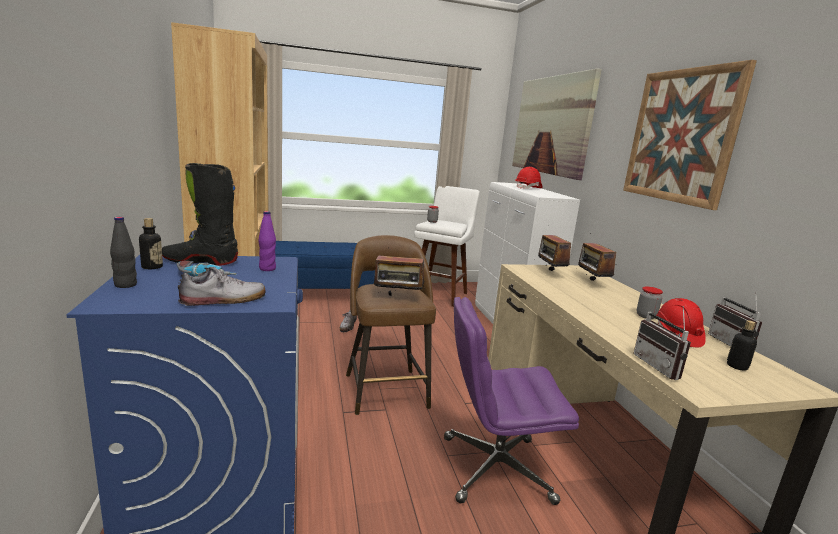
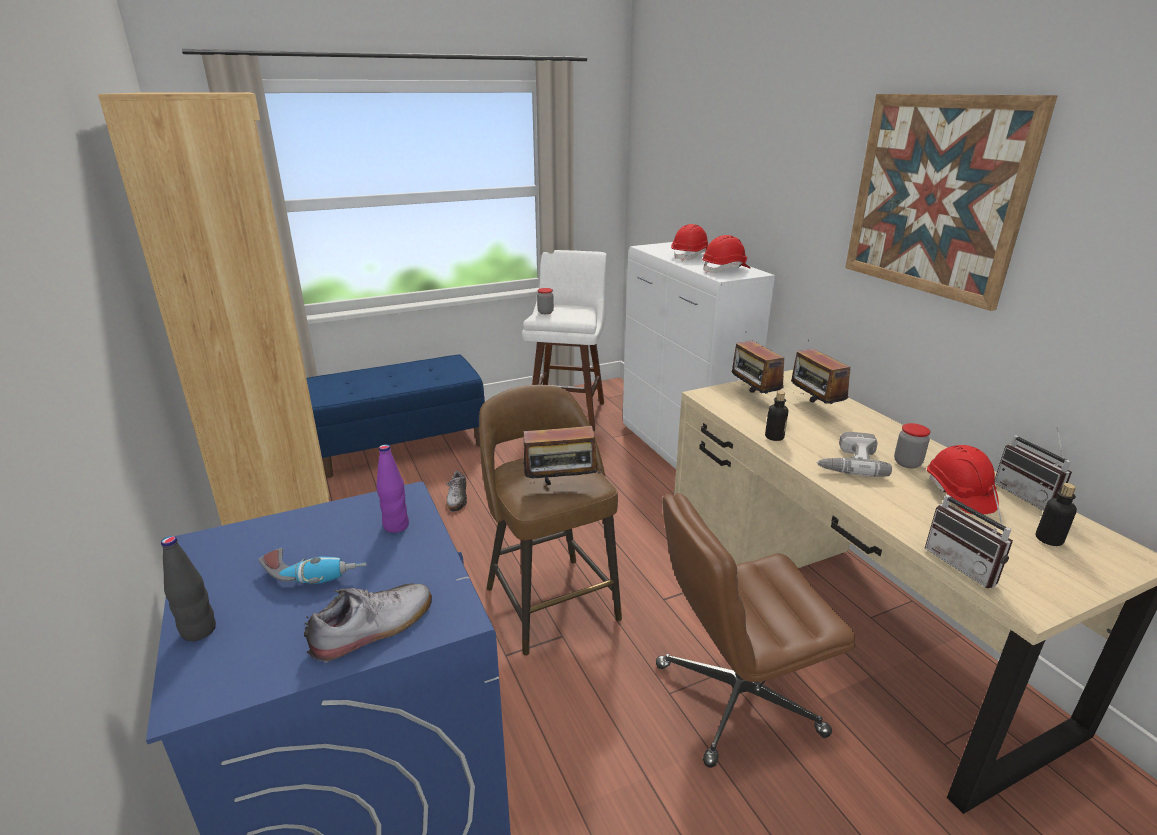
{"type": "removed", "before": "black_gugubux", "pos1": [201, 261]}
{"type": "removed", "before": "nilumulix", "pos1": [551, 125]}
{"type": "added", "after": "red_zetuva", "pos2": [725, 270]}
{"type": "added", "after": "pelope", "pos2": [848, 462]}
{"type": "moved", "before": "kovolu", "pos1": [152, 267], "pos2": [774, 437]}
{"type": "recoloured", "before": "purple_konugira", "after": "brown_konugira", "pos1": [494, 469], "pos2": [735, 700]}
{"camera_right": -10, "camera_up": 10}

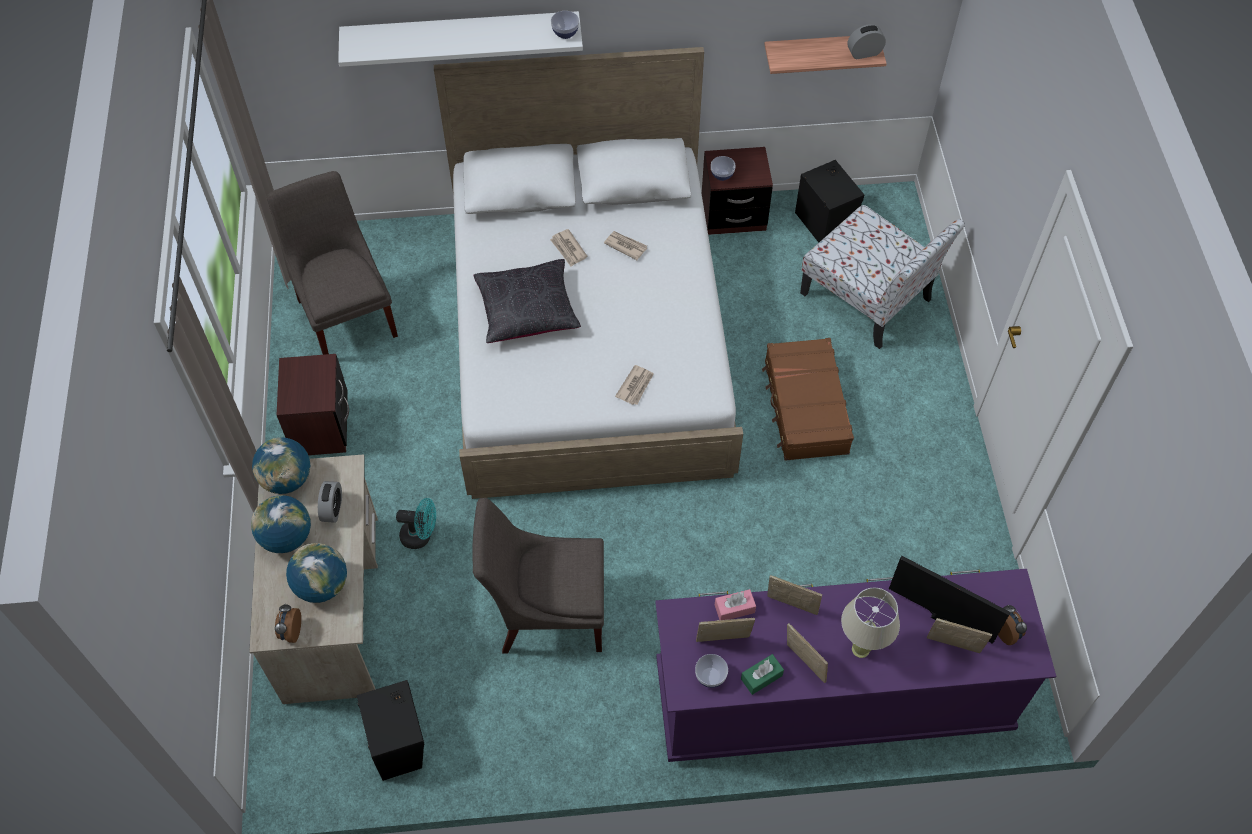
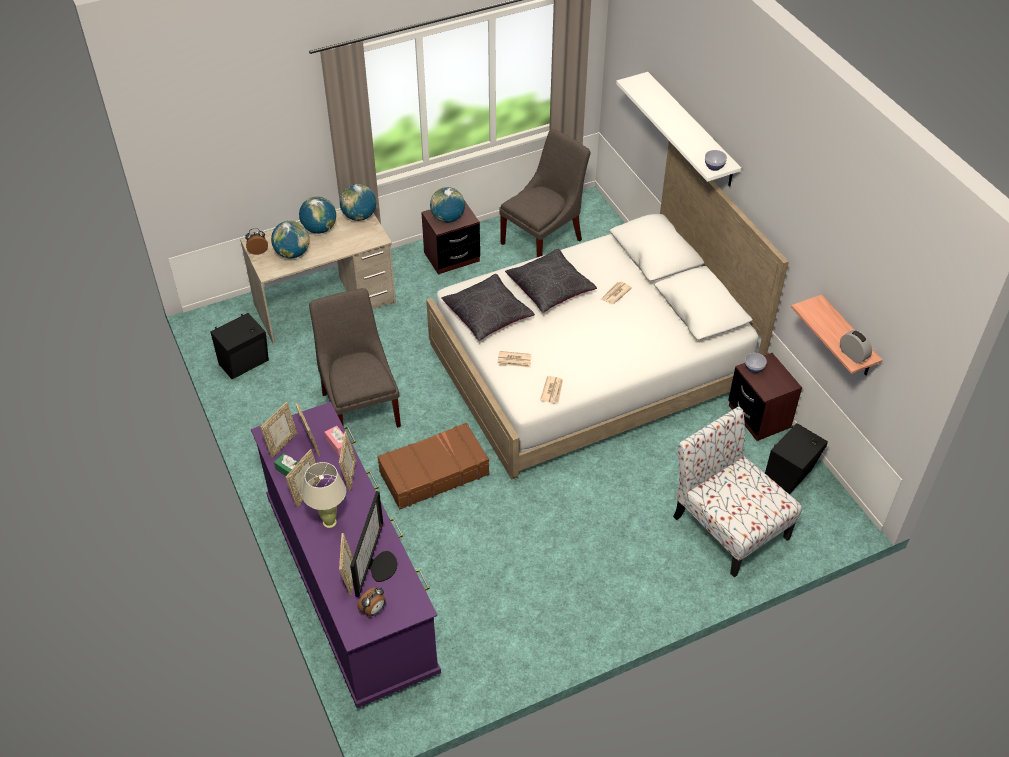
{"type": "removed", "before": "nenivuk", "pos1": [332, 509]}
{"type": "removed", "before": "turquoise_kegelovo", "pos1": [421, 536]}
{"type": "added", "after": "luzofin", "pos2": [448, 218]}
{"type": "added", "after": "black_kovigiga", "pos2": [487, 315]}
{"type": "moved", "before": "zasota", "pos1": [625, 246], "pos2": [552, 390]}
{"type": "moved", "before": "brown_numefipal", "pos1": [805, 407], "pos2": [433, 473]}
{"type": "replaced", "before": "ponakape", "after": "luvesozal", "pos1": [710, 676], "pos2": [282, 444]}
{"type": "turned", "before": "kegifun", "pos1": [868, 298], "pos2": [728, 525], "turn": 120}
{"camera_right": 70, "camera_up": -10}

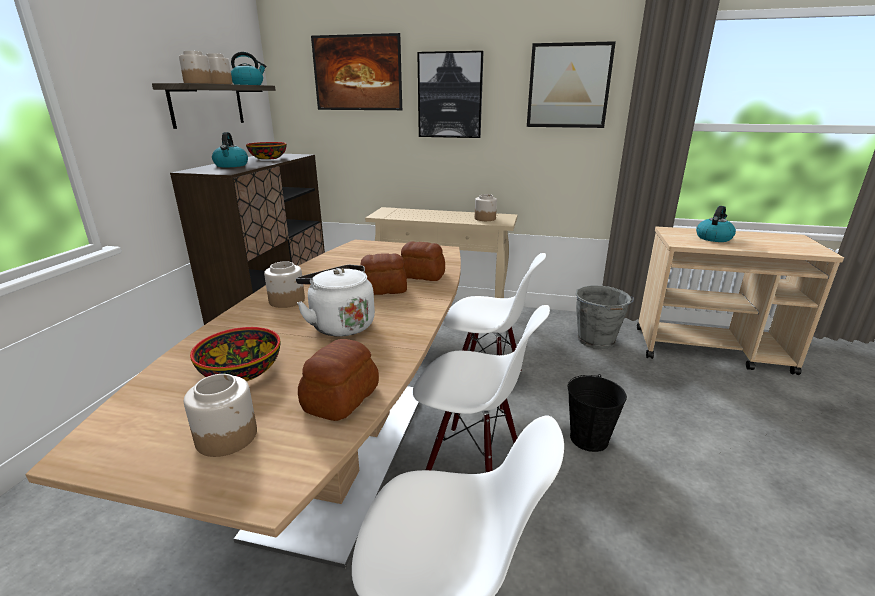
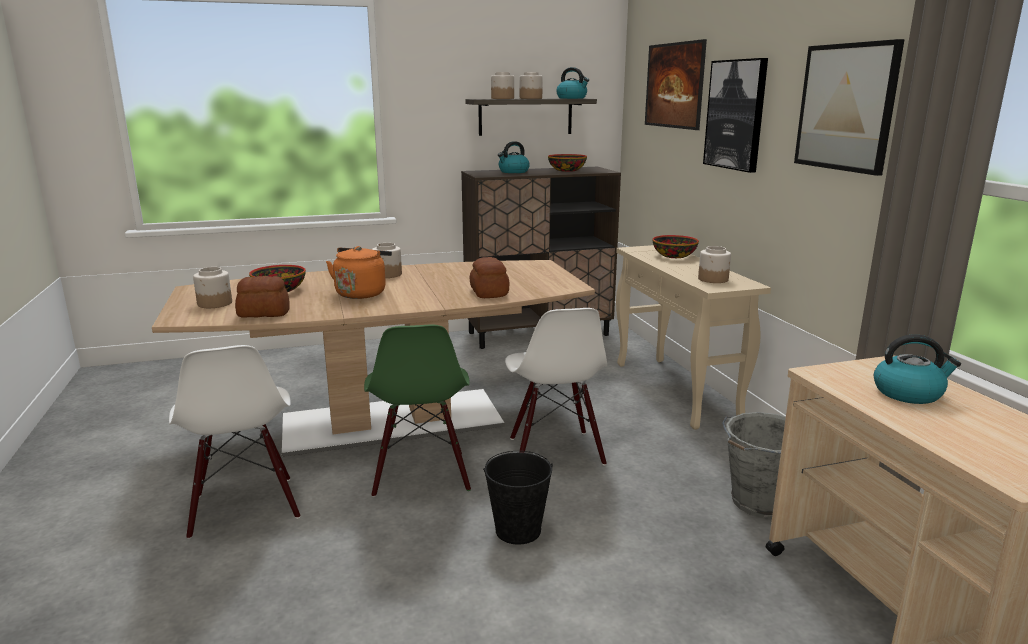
{"type": "removed", "before": "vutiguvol", "pos1": [383, 289]}
{"type": "added", "after": "ponakape", "pos2": [674, 256]}
{"type": "recoloured", "before": "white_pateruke", "after": "orange_pateruke", "pos1": [340, 325], "pos2": [362, 293]}
{"type": "recoloured", "before": "white_kegifun", "after": "green_kegifun", "pos1": [472, 464], "pos2": [421, 475]}
{"camera_right": 60, "camera_up": -5}

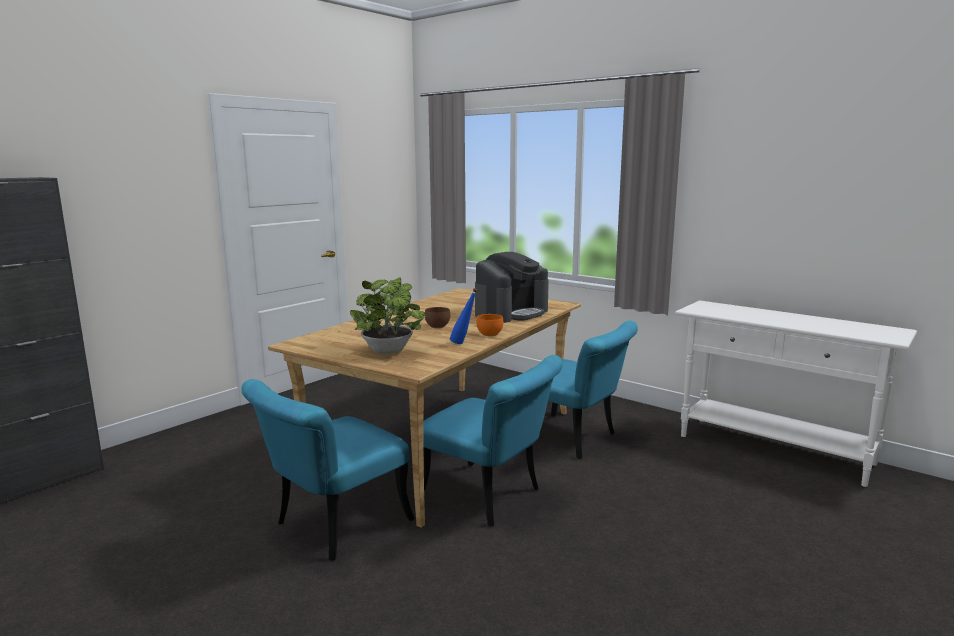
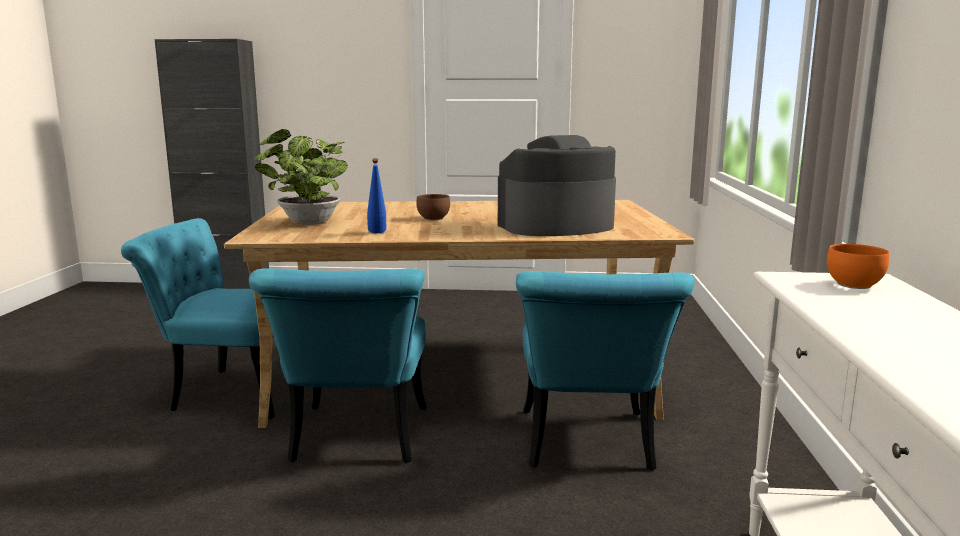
{"type": "moved", "before": "orange_ponakape", "pos1": [488, 334], "pos2": [851, 284]}
{"type": "turned", "before": "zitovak", "pos1": [511, 313], "pos2": [555, 226], "turn": 150}
{"camera_right": 55, "camera_up": 0}

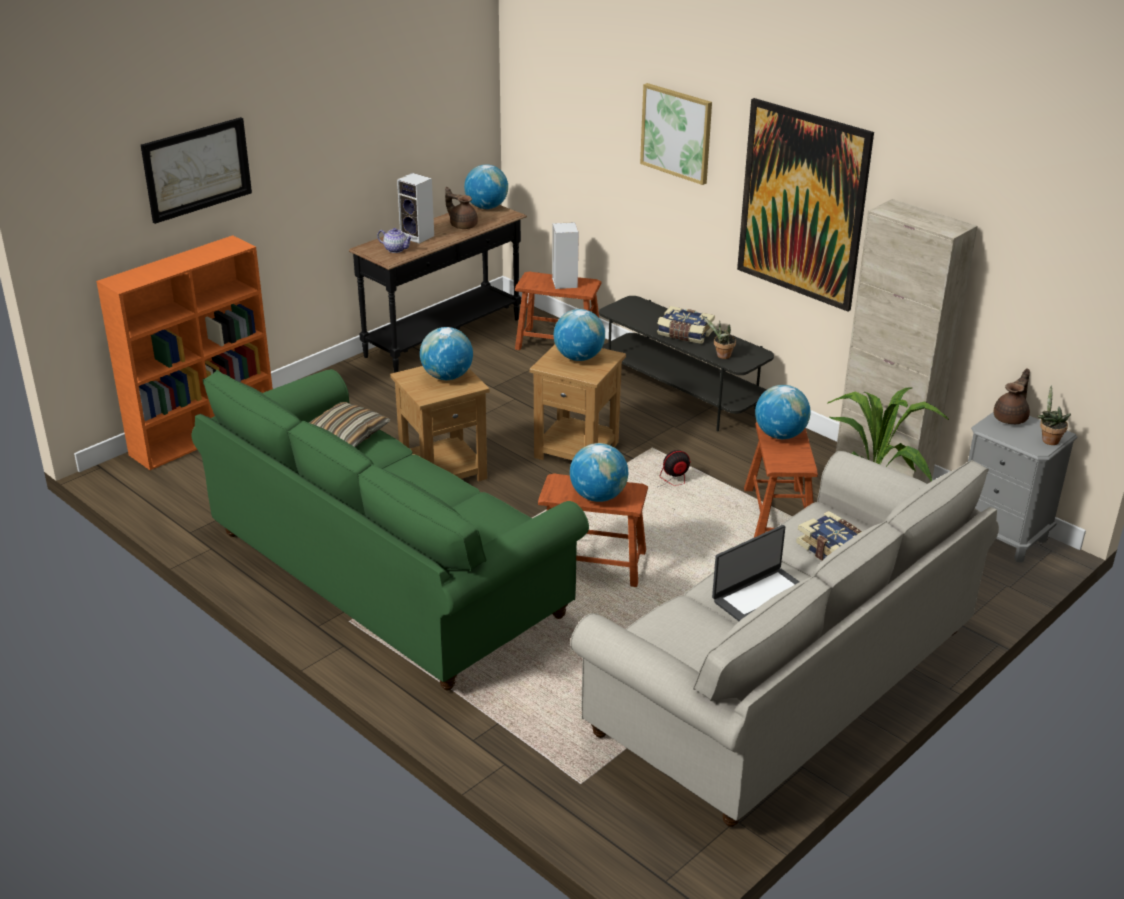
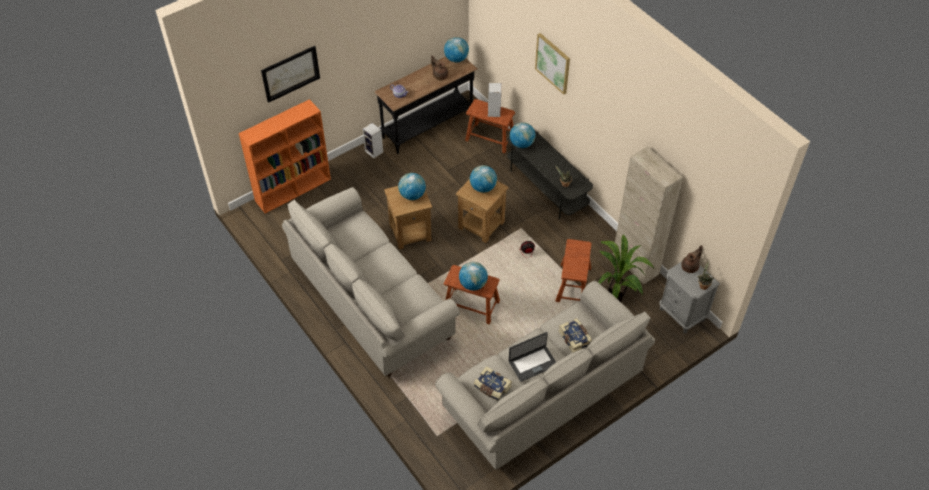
{"type": "removed", "before": "kovigiga", "pos1": [347, 434]}
{"type": "removed", "before": "nilumulix", "pos1": [802, 204]}
{"type": "moved", "before": "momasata", "pos1": [418, 237], "pos2": [375, 152]}
{"type": "moved", "before": "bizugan", "pos1": [684, 334], "pos2": [492, 388]}
{"type": "moved", "before": "luzofin", "pos1": [780, 435], "pos2": [522, 144]}
{"type": "recoloured", "before": "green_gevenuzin", "after": "beige_gevenuzin", "pos1": [388, 574], "pos2": [372, 300]}
{"camera_right": 10, "camera_up": 20}

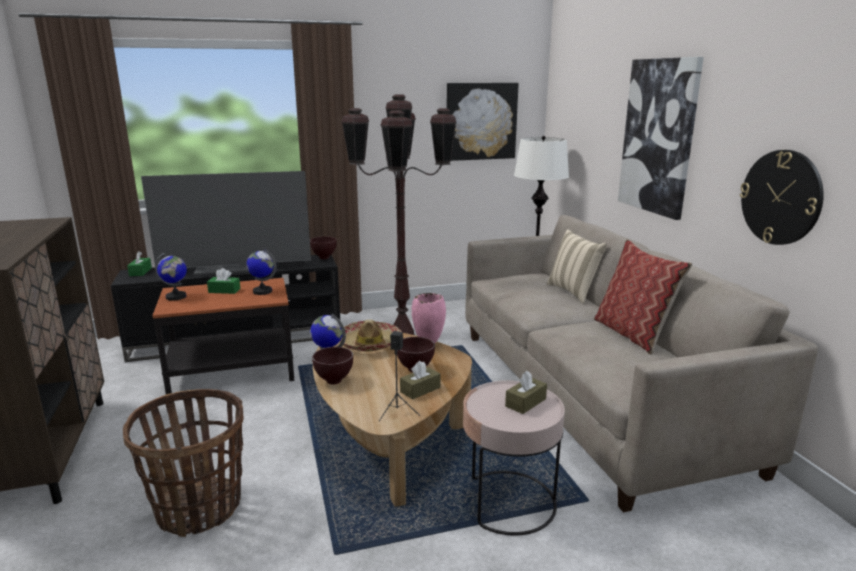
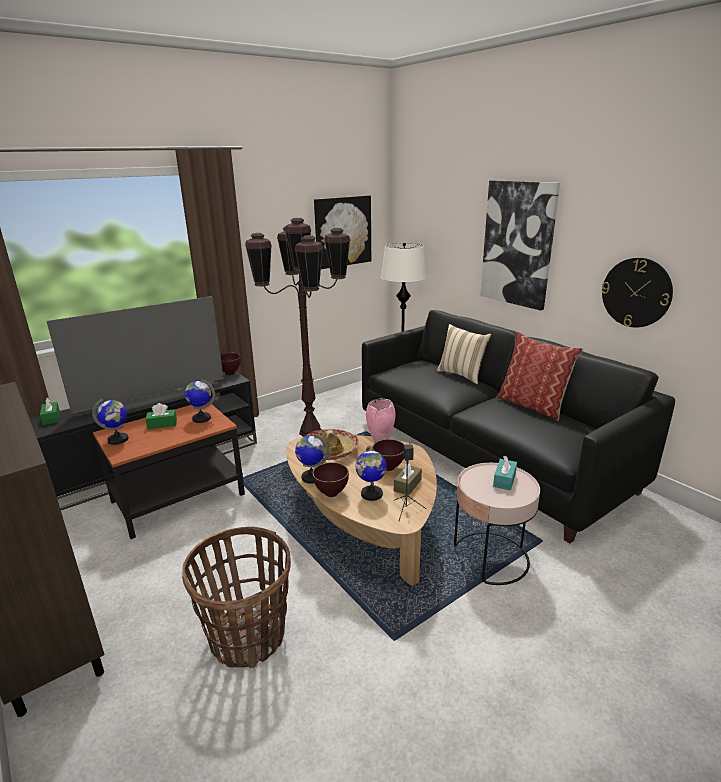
{"type": "added", "after": "luzofin", "pos2": [371, 494]}
{"type": "recoloured", "before": "beige_gevenuzin", "after": "black_gevenuzin", "pos1": [589, 394], "pos2": [488, 454]}
{"type": "recoloured", "before": "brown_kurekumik", "after": "turquoise_kurekumik", "pos1": [525, 402], "pos2": [504, 480]}
{"camera_right": -20, "camera_up": 5}

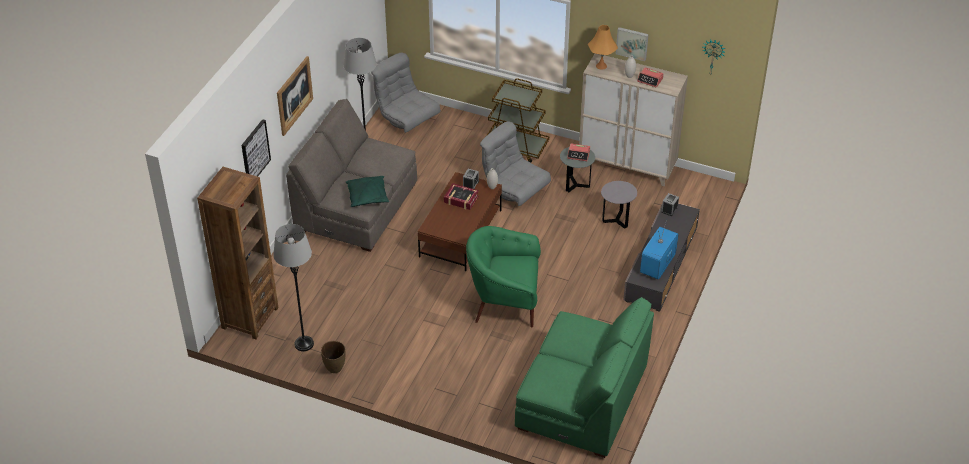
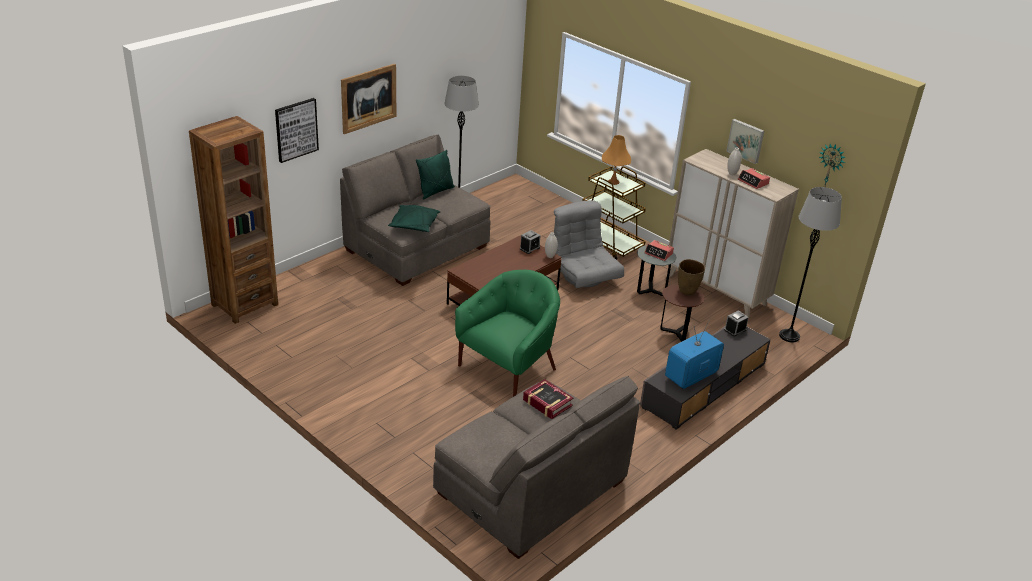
{"type": "removed", "before": "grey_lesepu", "pos1": [406, 118]}
{"type": "added", "after": "green_kovigiga", "pos2": [435, 191]}
{"type": "moved", "before": "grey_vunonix", "pos1": [304, 344], "pos2": [789, 336]}
{"type": "moved", "before": "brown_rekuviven", "pos1": [335, 368], "pos2": [687, 291]}
{"type": "moved", "before": "bizugan", "pos1": [461, 199], "pos2": [547, 403]}
{"type": "moved", "before": "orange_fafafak", "pos1": [601, 66], "pos2": [613, 182]}
{"type": "recoloured", "before": "green_gevenuzin", "after": "grey_gevenuzin", "pos1": [581, 399], "pos2": [530, 488]}
{"type": "recoloured", "before": "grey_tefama", "after": "brown_tefama", "pos1": [616, 220], "pos2": [676, 332]}
{"type": "turned", "before": "green_lesepu", "pos1": [505, 301], "pos2": [508, 367], "turn": 105}
{"camera_right": 20, "camera_up": -10}

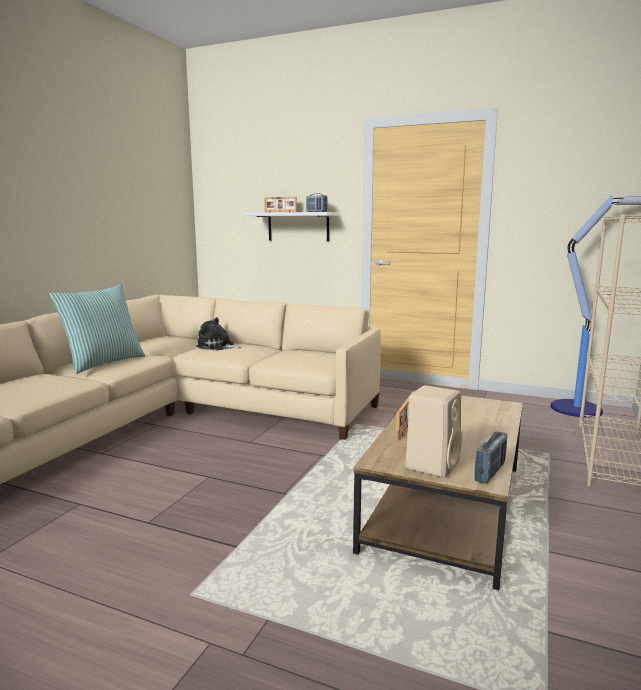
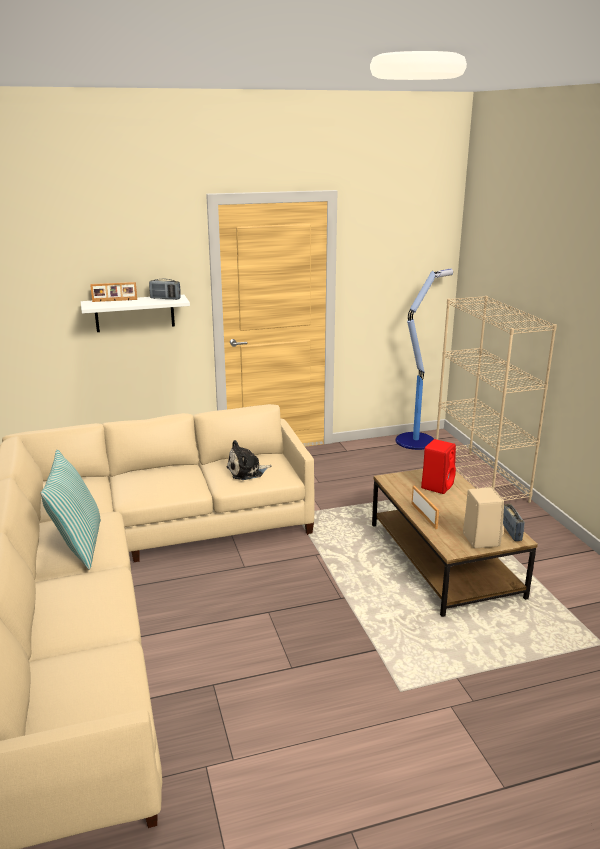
{"type": "added", "after": "red_momasata", "pos2": [437, 486]}
{"type": "moved", "before": "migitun", "pos1": [217, 346], "pos2": [247, 471]}
{"camera_right": -40, "camera_up": 10}

